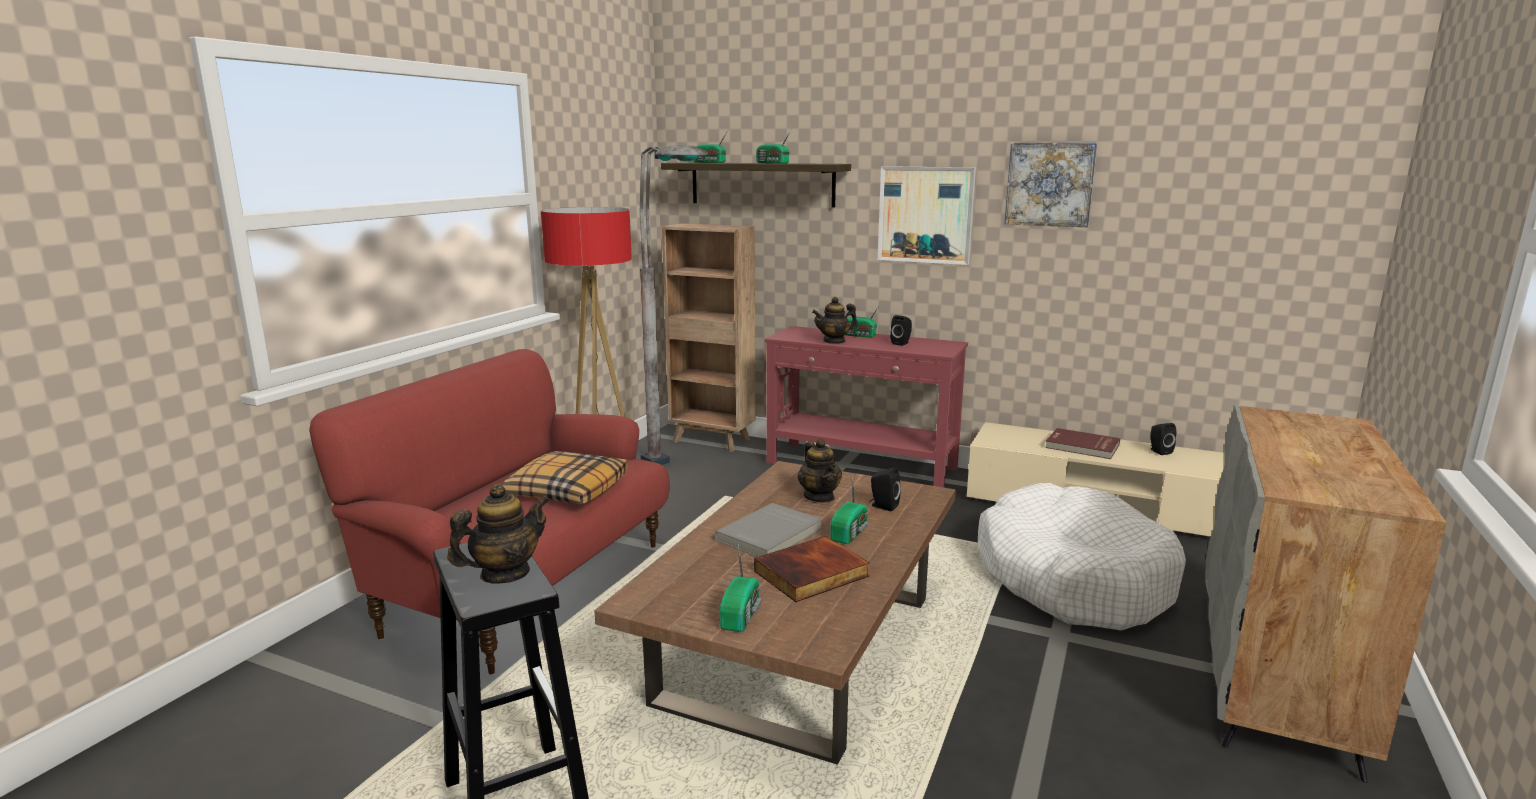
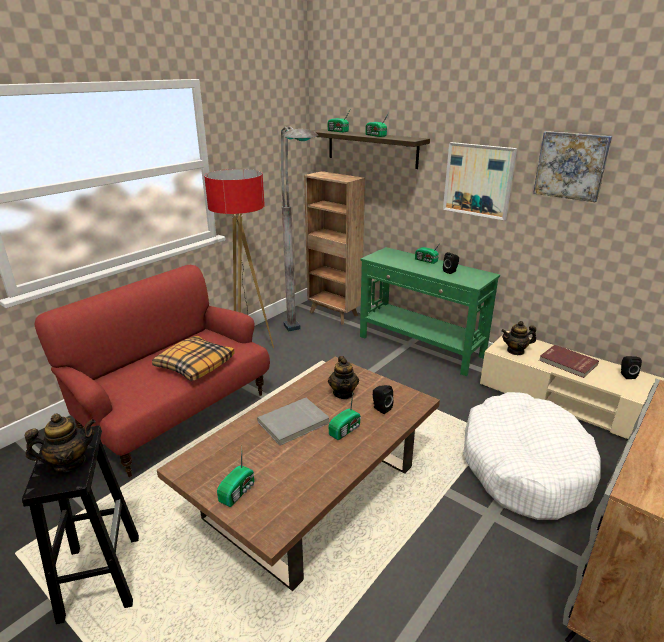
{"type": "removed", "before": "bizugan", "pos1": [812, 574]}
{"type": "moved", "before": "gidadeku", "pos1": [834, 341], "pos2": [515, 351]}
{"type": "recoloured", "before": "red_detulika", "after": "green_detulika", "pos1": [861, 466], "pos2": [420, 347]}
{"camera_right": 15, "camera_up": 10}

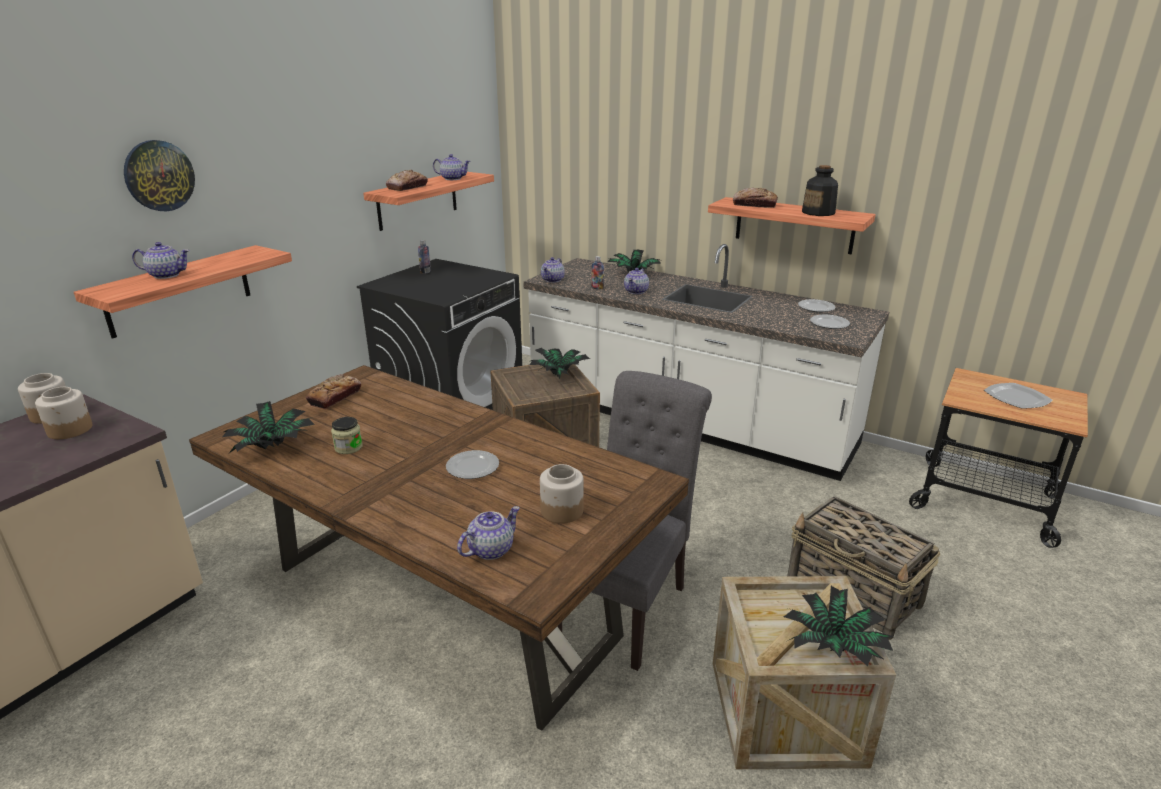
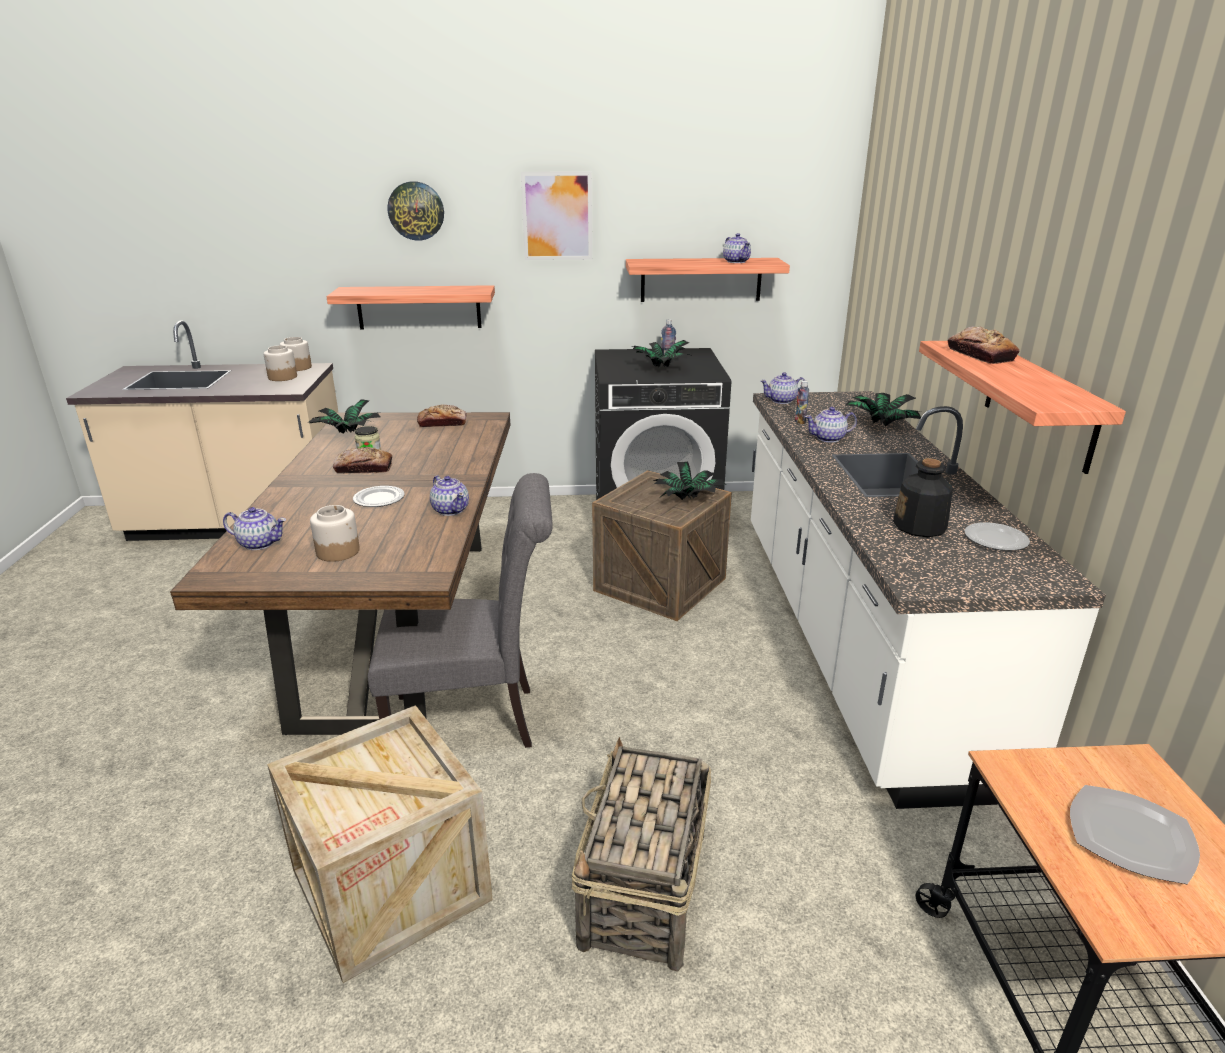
{"type": "removed", "before": "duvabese", "pos1": [829, 324]}
{"type": "added", "after": "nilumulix", "pos2": [557, 216]}
{"type": "moved", "before": "gidadeku", "pos1": [166, 275], "pos2": [450, 510]}
{"type": "moved", "before": "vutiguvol", "pos1": [407, 187], "pos2": [364, 468]}
{"type": "moved", "before": "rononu", "pos1": [833, 648], "pos2": [660, 369]}
{"type": "moved", "before": "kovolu", "pos1": [818, 212], "pos2": [920, 526]}
{"camera_right": 55, "camera_up": 0}

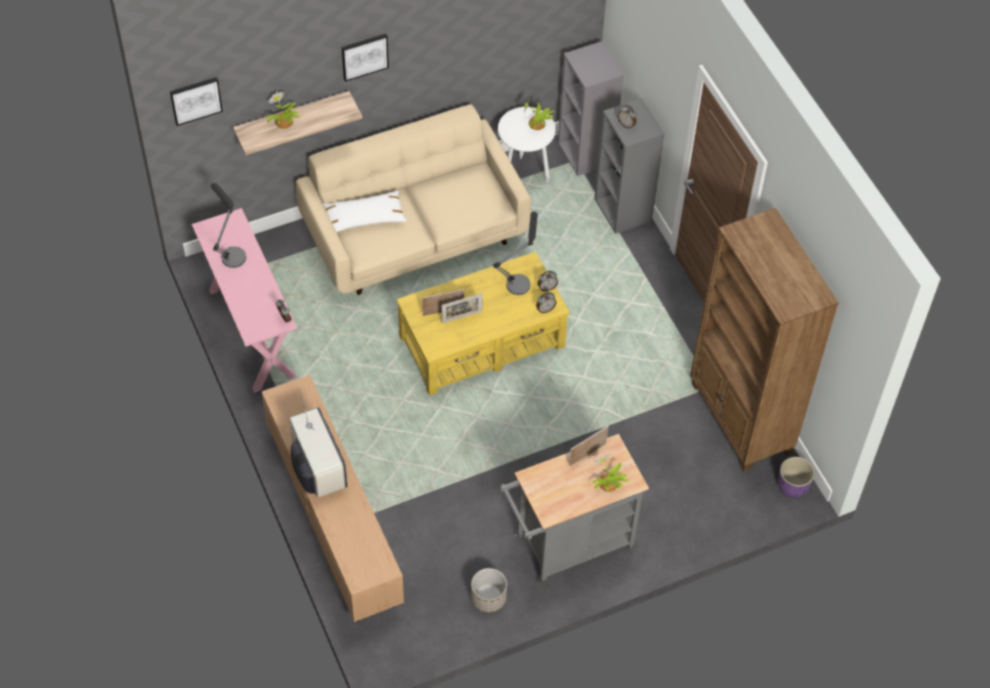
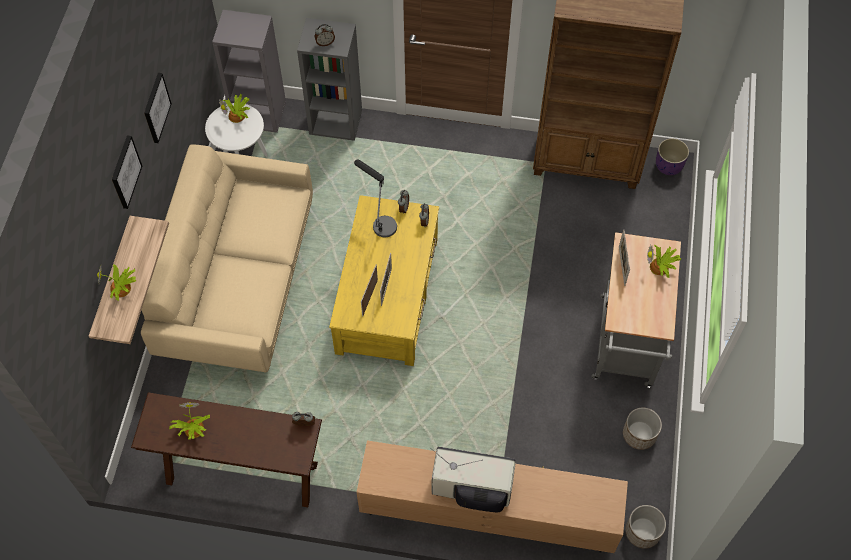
{"type": "removed", "before": "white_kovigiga", "pos1": [364, 218]}
{"type": "added", "after": "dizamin", "pos2": [642, 532]}
{"type": "moved", "before": "nilumulix", "pos1": [195, 100], "pos2": [156, 107]}
{"type": "replaced", "before": "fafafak", "after": "rononu", "pos1": [231, 252], "pos2": [193, 429]}
{"type": "recoloured", "before": "pink_detulika", "after": "brown_detulika", "pos1": [252, 333], "pos2": [242, 473]}
{"camera_right": -55, "camera_up": 5}

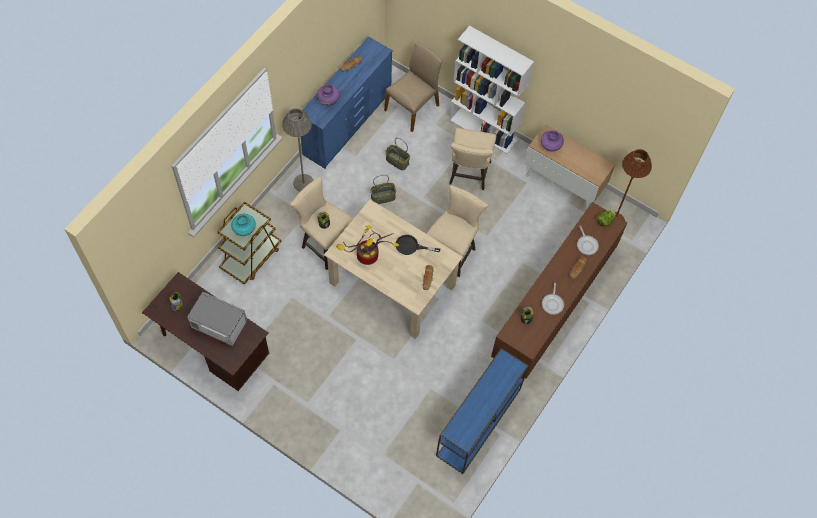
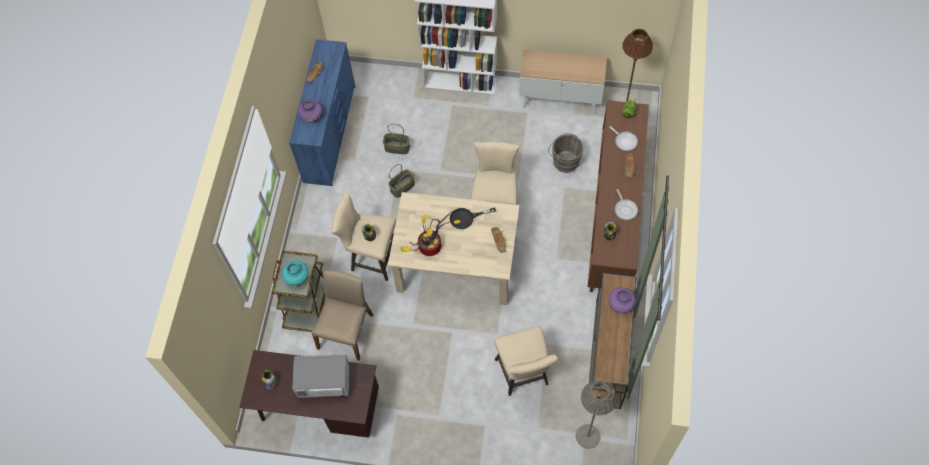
{"type": "added", "after": "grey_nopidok", "pos2": [564, 161]}
{"type": "moved", "before": "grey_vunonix", "pos1": [303, 183], "pos2": [588, 436]}
{"type": "moved", "before": "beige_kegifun", "pos1": [412, 108], "pos2": [346, 331]}
{"type": "moved", "before": "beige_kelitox", "pos1": [468, 175], "pos2": [523, 375]}
{"type": "moved", "before": "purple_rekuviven", "pos1": [550, 146], "pos2": [620, 305]}
{"type": "recoloured", "before": "blue_detulika", "after": "brown_detulika", "pos1": [478, 423], "pos2": [608, 355]}
{"camera_right": -20, "camera_up": 0}

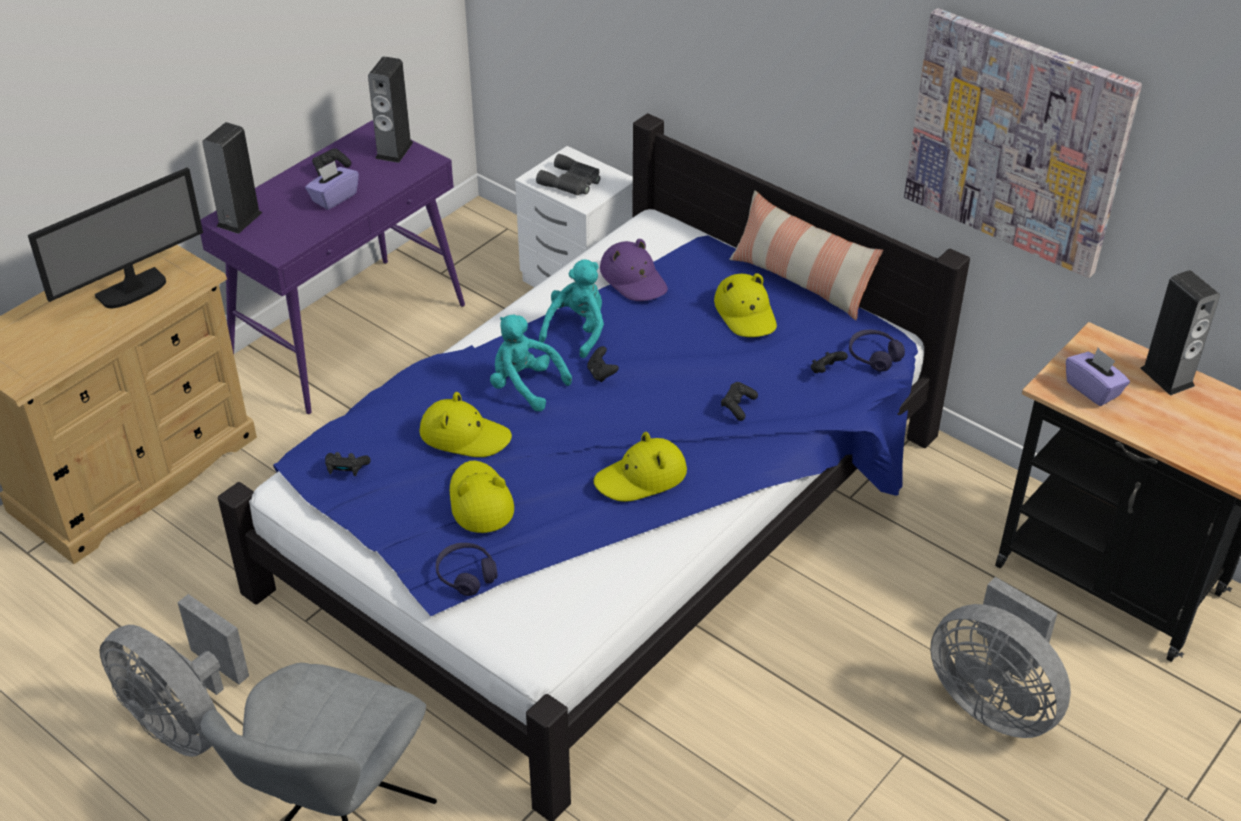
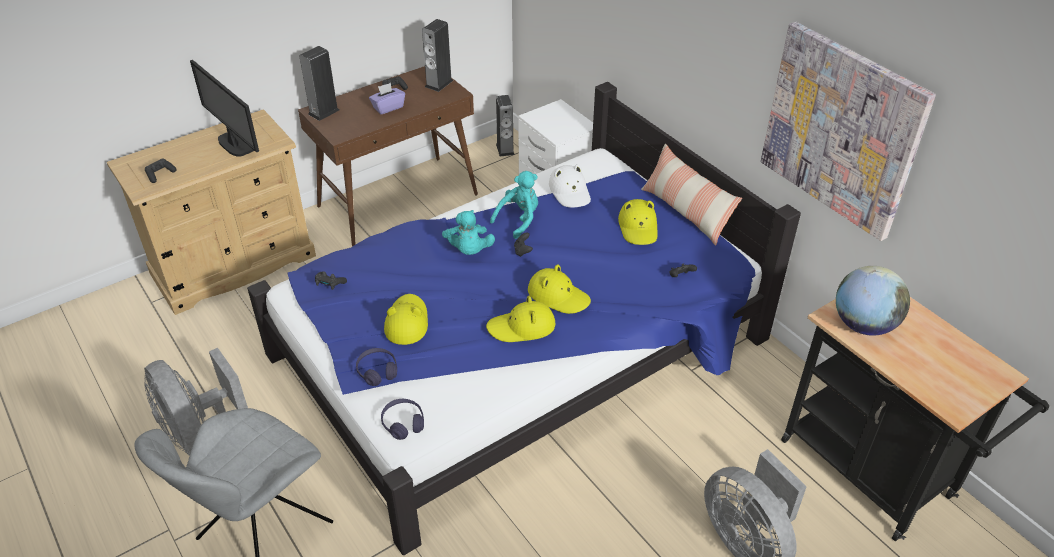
{"type": "removed", "before": "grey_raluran", "pos1": [571, 182]}
{"type": "moved", "before": "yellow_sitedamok", "pos1": [465, 435], "pos2": [558, 296]}
{"type": "moved", "before": "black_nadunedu", "pos1": [738, 406], "pos2": [160, 174]}
{"type": "moved", "before": "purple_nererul", "pos1": [874, 356], "pos2": [403, 423]}
{"type": "moved", "before": "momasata", "pos1": [1167, 377], "pos2": [505, 149]}
{"type": "replaced", "before": "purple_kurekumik", "after": "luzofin", "pos1": [1093, 389], "pos2": [863, 324]}
{"type": "recoloured", "before": "purple_detulika", "after": "brown_detulika", "pos1": [349, 333], "pos2": [398, 200]}
{"type": "recoloured", "before": "purple_sitedamok", "after": "white_sitedamok", "pos1": [634, 279], "pos2": [570, 192]}
{"type": "turned", "before": "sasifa", "pos1": [133, 290], "pos2": [234, 145], "turn": 75}
{"type": "turned", "before": "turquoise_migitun", "pos1": [525, 386], "pos2": [469, 250], "turn": -150}
{"camera_right": 15, "camera_up": 0}

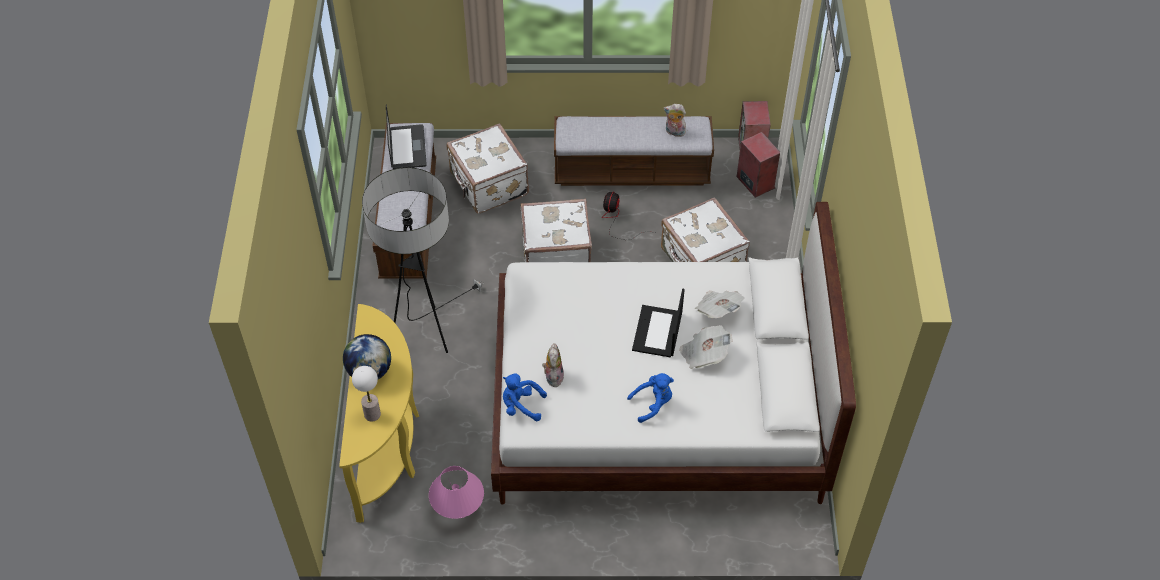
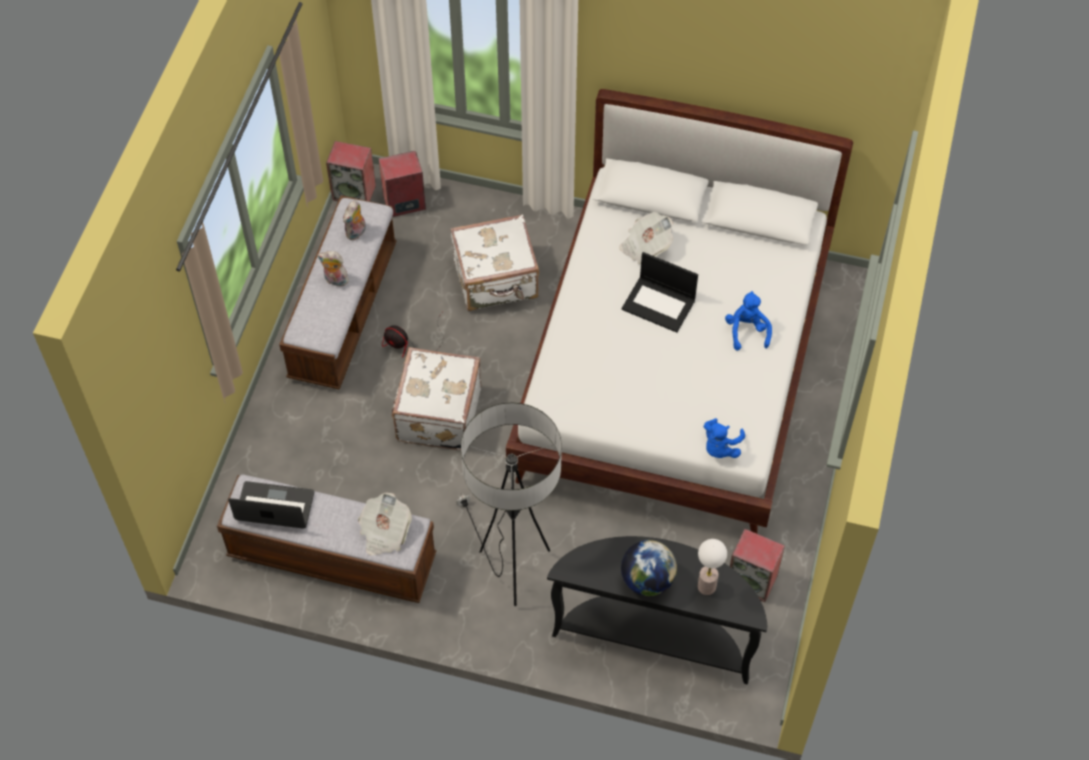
{"type": "removed", "before": "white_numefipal", "pos1": [488, 185]}
{"type": "moved", "before": "migitun", "pos1": [553, 376], "pos2": [335, 280]}
{"type": "moved", "before": "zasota", "pos1": [704, 354], "pos2": [384, 532]}
{"type": "replaced", "before": "pink_fafafak", "after": "momasata", "pos1": [458, 508], "pos2": [752, 580]}
{"type": "recoloured", "before": "yellow_detulika", "after": "black_detulika", "pos1": [388, 445], "pos2": [655, 635]}
{"camera_right": -75, "camera_up": 5}

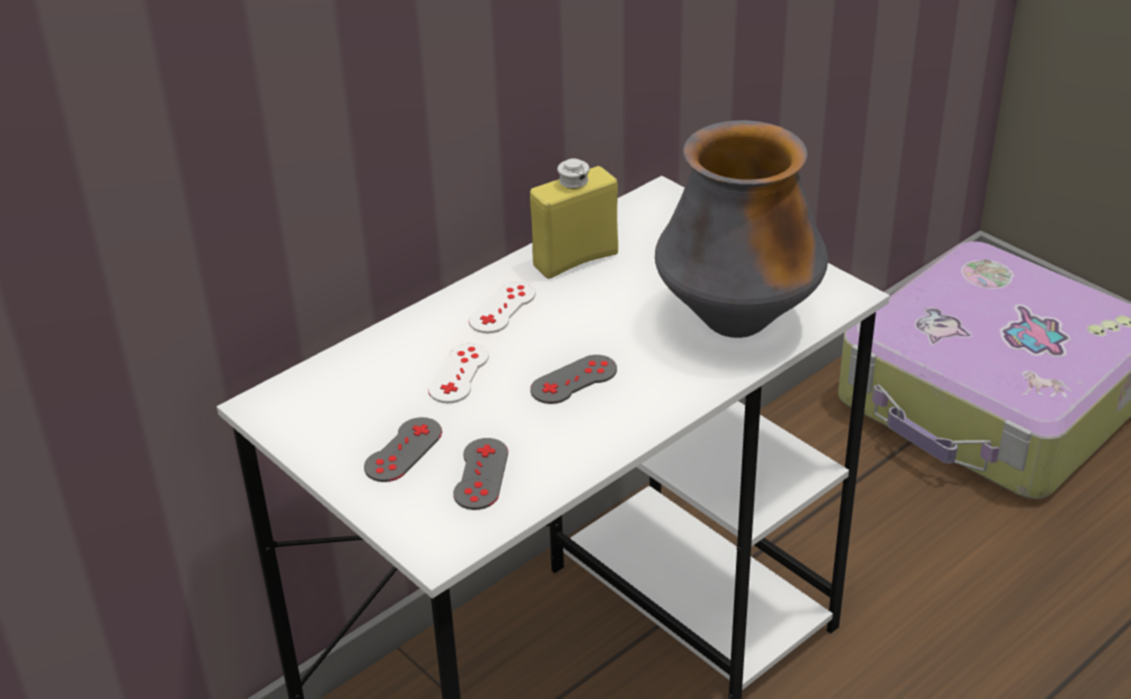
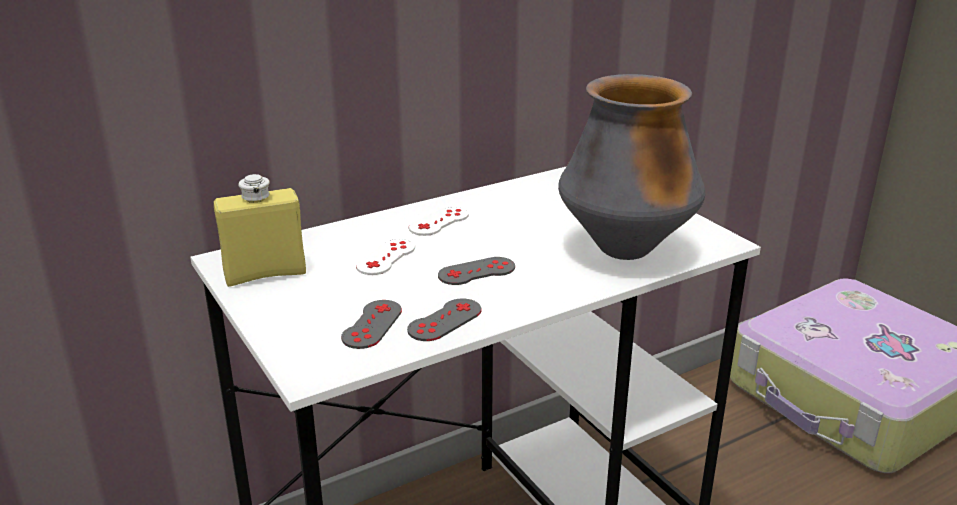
{"type": "moved", "before": "grey_nadunedu", "pos1": [403, 450], "pos2": [445, 320]}
{"type": "moved", "before": "yellow_kovolu", "pos1": [575, 260], "pos2": [265, 274]}
{"camera_right": 10, "camera_up": -10}

